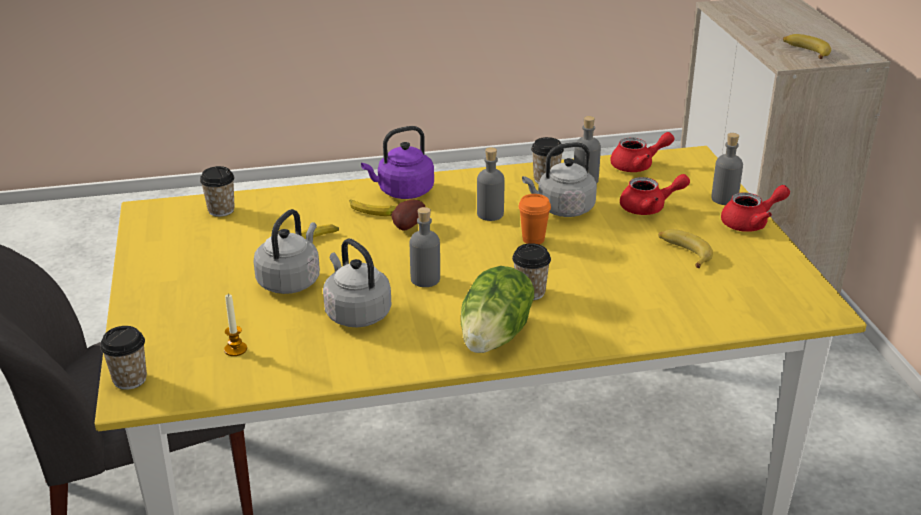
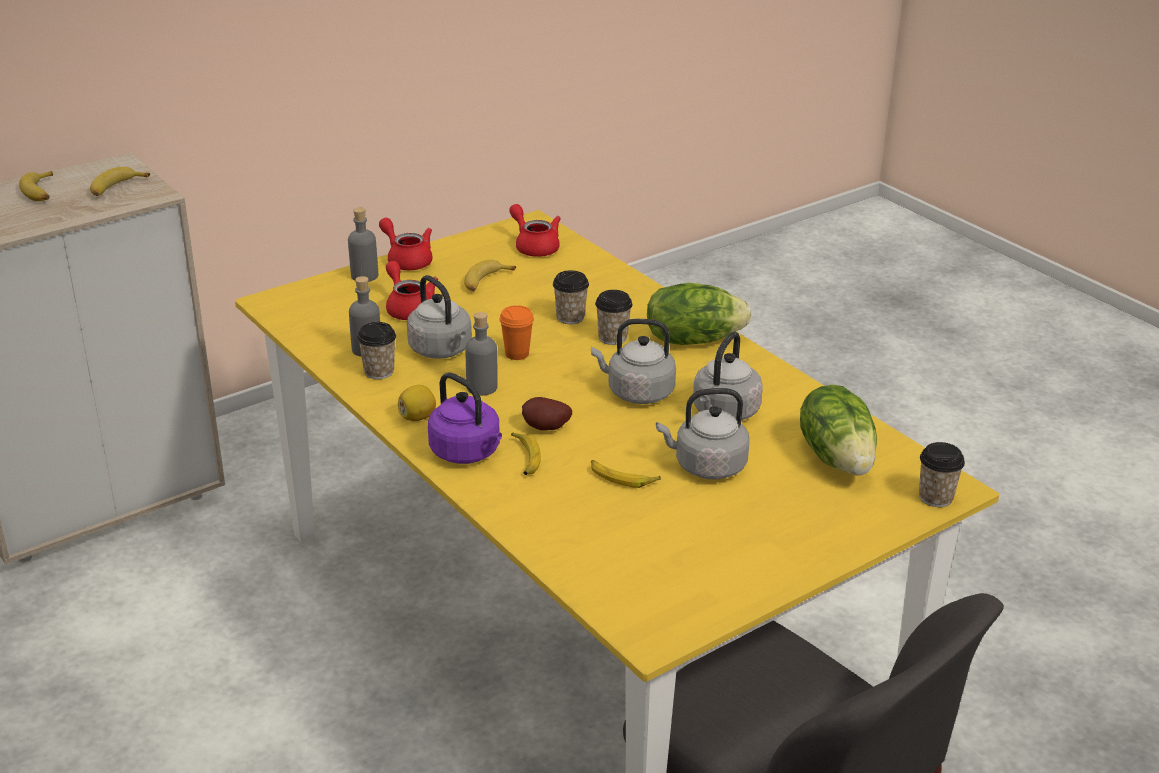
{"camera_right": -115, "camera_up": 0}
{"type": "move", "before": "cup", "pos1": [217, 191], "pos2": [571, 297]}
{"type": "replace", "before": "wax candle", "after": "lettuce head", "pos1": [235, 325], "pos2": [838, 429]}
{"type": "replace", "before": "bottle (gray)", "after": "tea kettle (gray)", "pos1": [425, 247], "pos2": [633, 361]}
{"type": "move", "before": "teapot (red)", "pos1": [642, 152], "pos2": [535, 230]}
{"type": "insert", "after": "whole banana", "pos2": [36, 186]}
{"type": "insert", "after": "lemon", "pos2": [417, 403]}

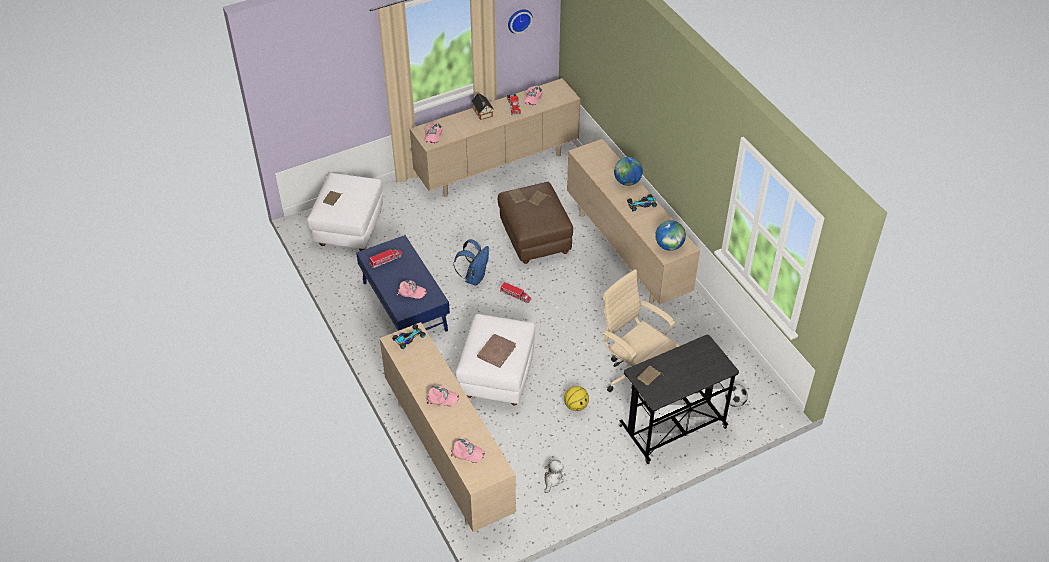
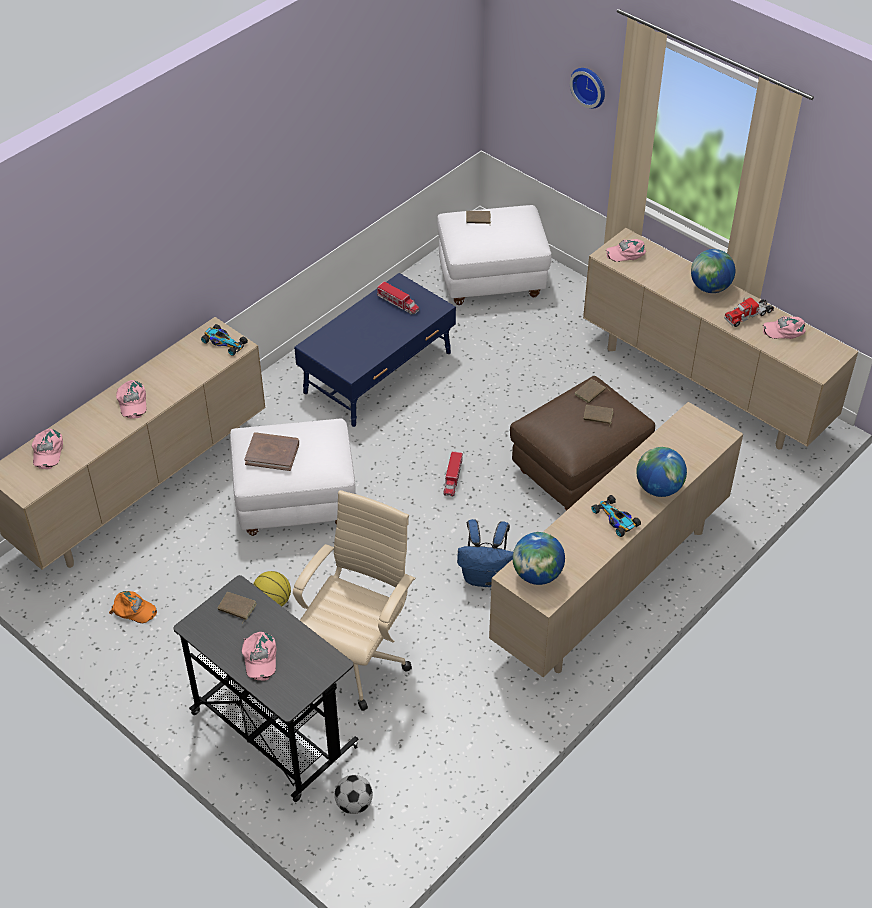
{"camera_right": 70, "camera_up": 0}
{"type": "move", "before": "peaked cap (pink-coloured)", "pos1": [412, 290], "pos2": [259, 656]}
{"type": "move", "before": "knapsack (bluish)", "pos1": [471, 262], "pos2": [485, 553]}
{"type": "replace", "before": "miniature house", "after": "desk globe", "pos1": [482, 106], "pos2": [713, 271]}
{"type": "move", "before": "hanging clock", "pos1": [520, 21], "pos2": [587, 88]}
{"type": "replace", "before": "plush toy", "after": "peaked cap (orangey)", "pos1": [554, 476], "pos2": [133, 607]}

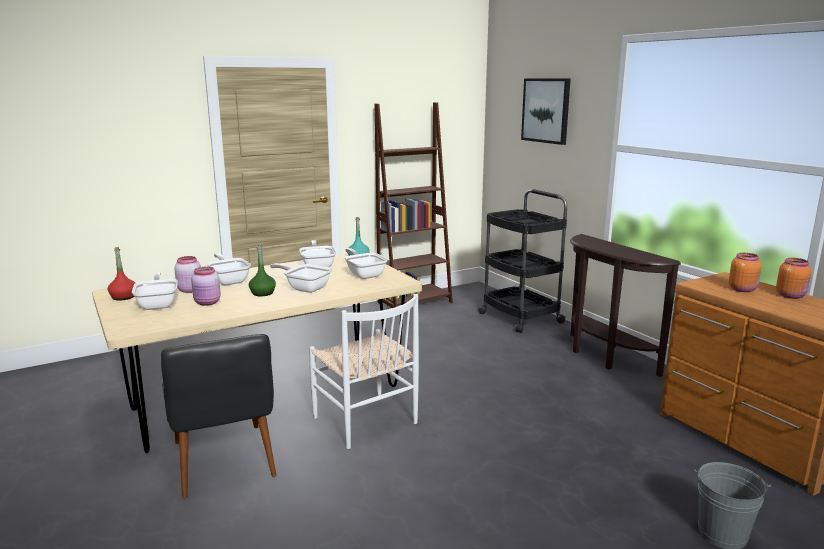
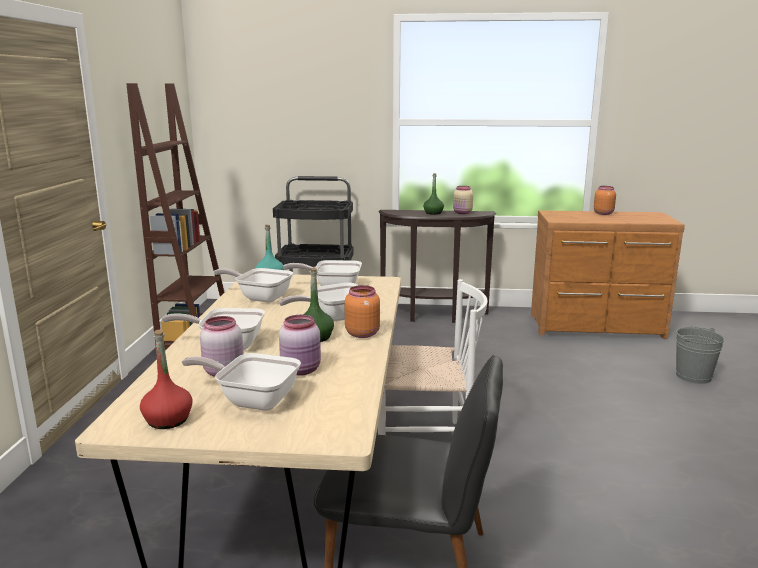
{"camera_right": -55, "camera_up": 0}
{"type": "delete", "before": "wall art", "pos1": [546, 111]}
{"type": "move", "before": "storage jar (orangey)", "pos1": [745, 272], "pos2": [362, 311]}
{"type": "insert", "after": "bottle (greenish)", "pos2": [433, 194]}
{"type": "insert", "after": "storage jar (beige)", "pos2": [463, 200]}

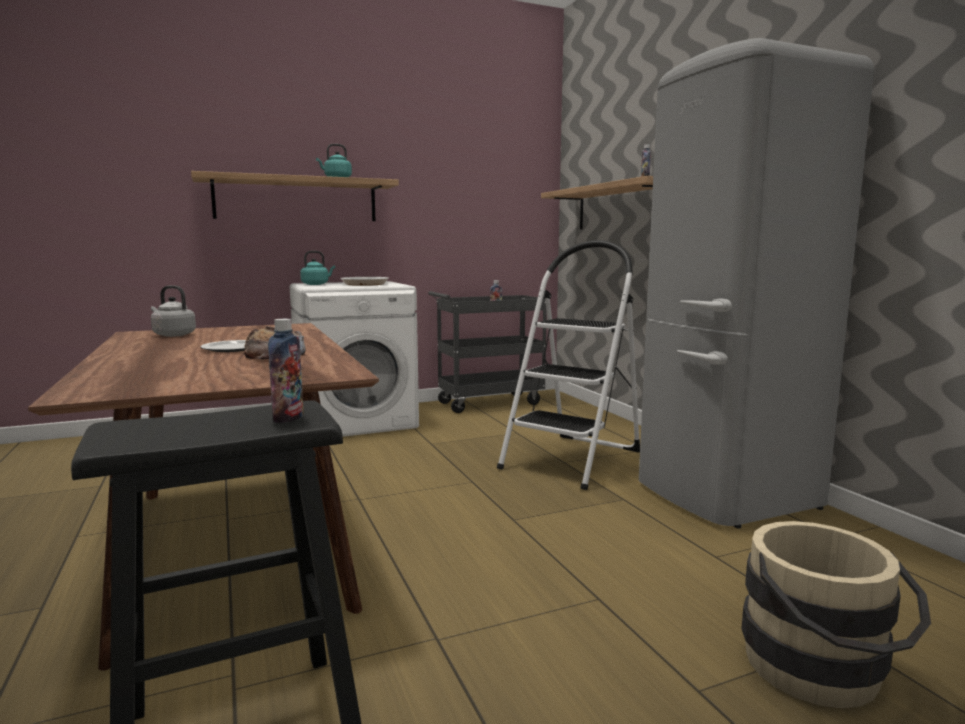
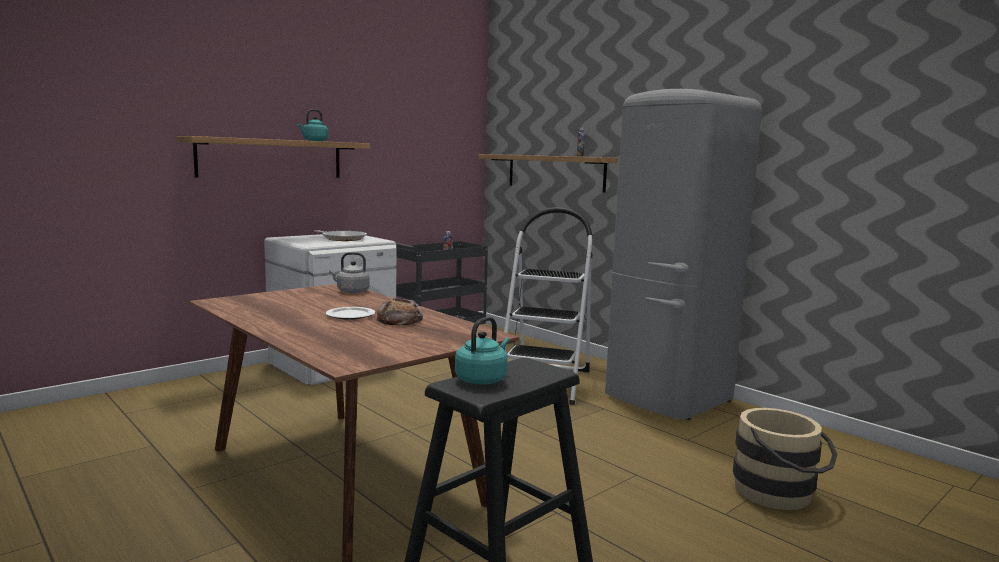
{"camera_right": -20, "camera_up": 0}
{"type": "move", "before": "tea kettle (gray)", "pos1": [173, 311], "pos2": [349, 272]}
{"type": "delete", "before": "bottle", "pos1": [286, 371]}
{"type": "move", "before": "tea kettle (blue-green)", "pos1": [317, 268], "pos2": [482, 351]}

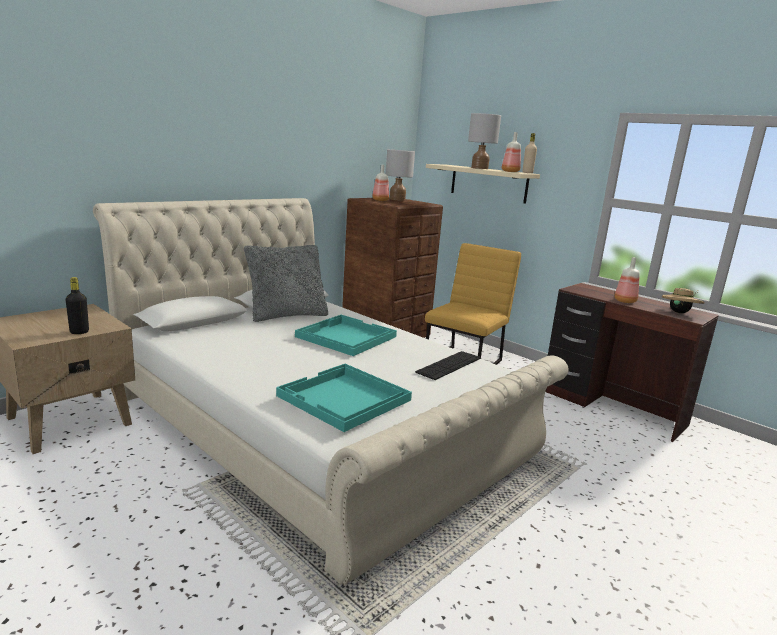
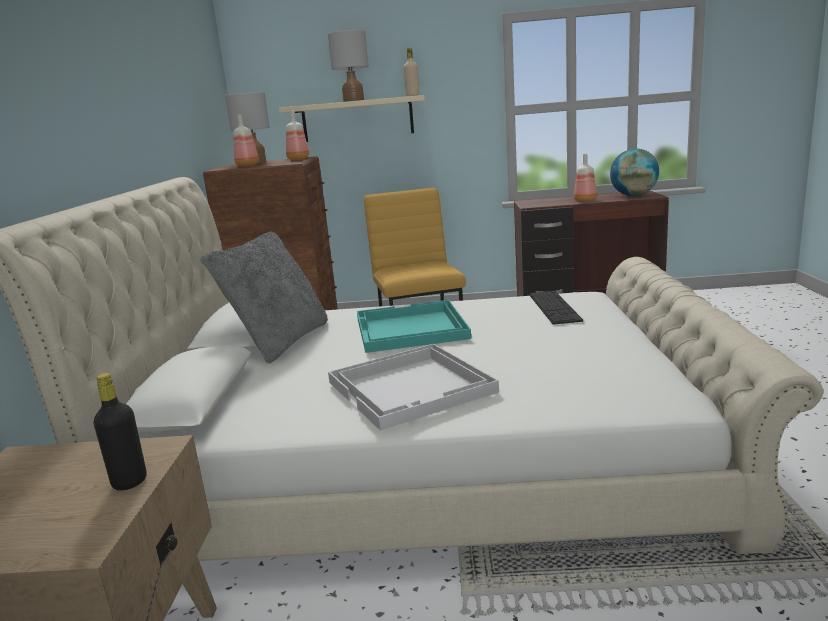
{"camera_right": -40, "camera_up": 0}
{"type": "delete", "before": "serving tray (blue-green)", "pos1": [344, 398]}
{"type": "move", "before": "bottle", "pos1": [511, 152], "pos2": [297, 135]}
{"type": "replace", "before": "wearable hat (beige)", "after": "desk globe", "pos1": [683, 300], "pos2": [634, 172]}
{"type": "insert", "after": "serving tray (white-coloured)", "pos2": [413, 387]}

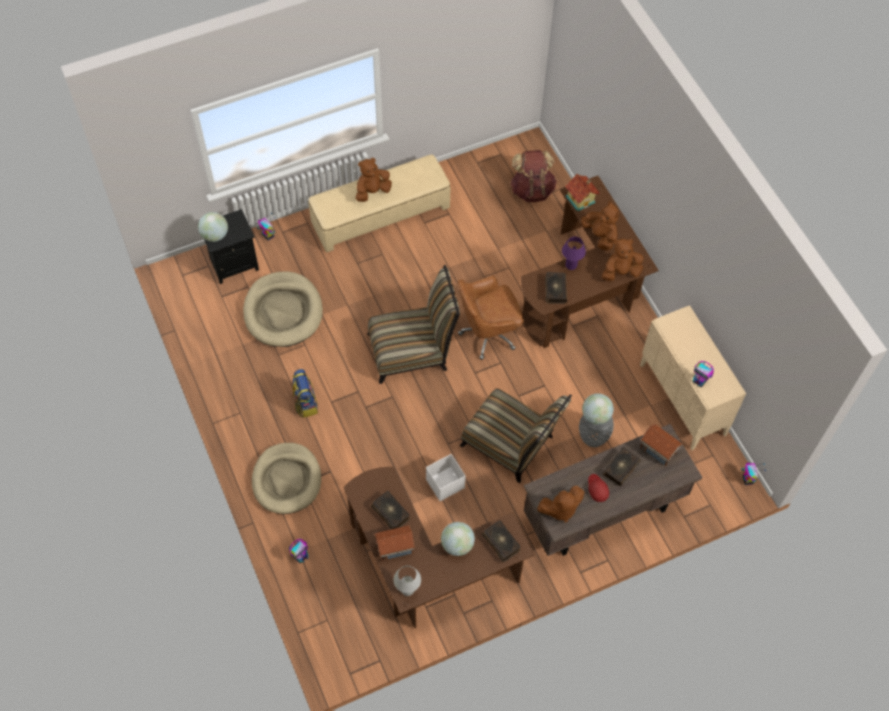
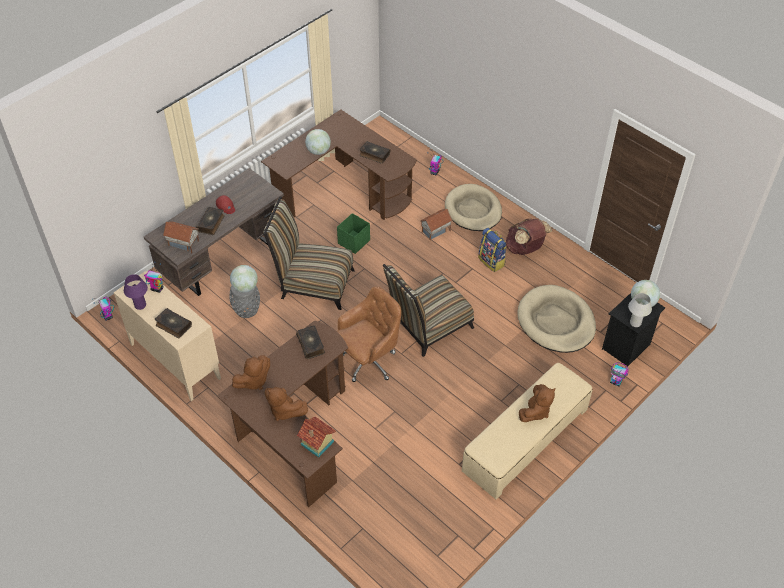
{"camera_right": 160, "camera_up": -10}
{"type": "move", "before": "miniature house", "pos1": [394, 543], "pos2": [436, 224]}
{"type": "move", "before": "table lamp (white-coloured)", "pos1": [407, 581], "pos2": [640, 310]}
{"type": "recolor", "before": "storage bin (white-coloured)", "after": "storage bin (greenish)", "pos1": [446, 477], "pos2": [353, 233]}
{"type": "move", "before": "book", "pos1": [501, 541], "pos2": [173, 323]}
{"type": "move", "before": "knapsack (brownish)", "pos1": [533, 176], "pos2": [529, 237]}
{"type": "delete", "before": "plush toy (brownish)", "pos1": [561, 504]}
{"type": "move", "before": "table lamp (purplish)", "pos1": [574, 253], "pos2": [136, 292]}

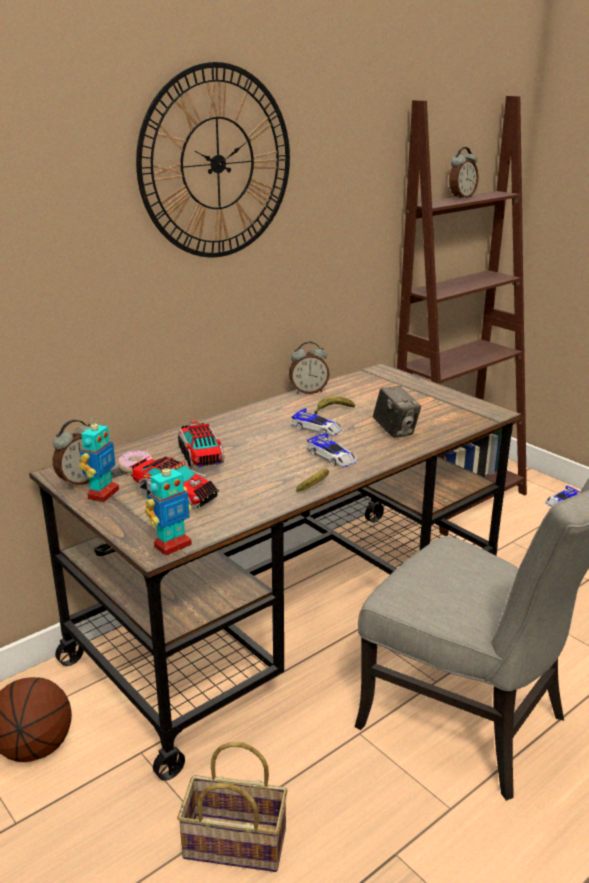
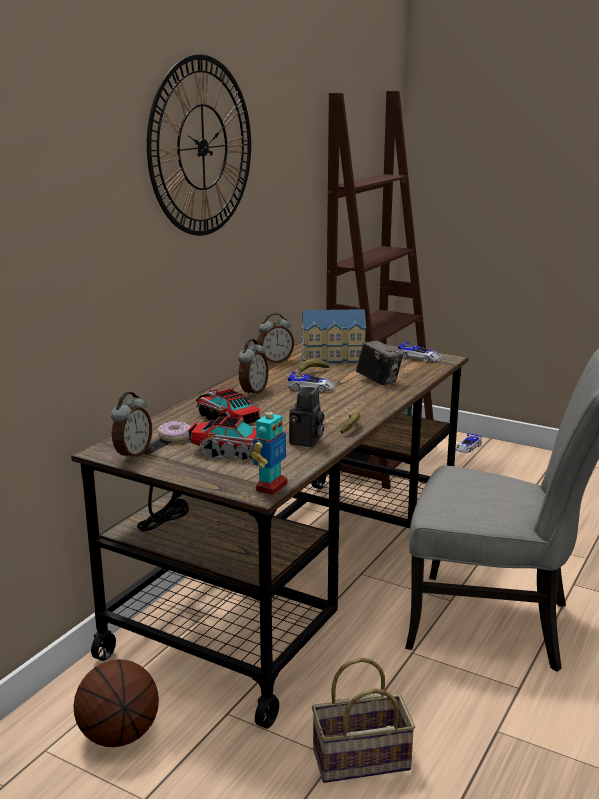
{"camera_right": -20, "camera_up": -5}
{"type": "delete", "before": "robot figure", "pos1": [99, 459]}
{"type": "move", "before": "model car", "pos1": [331, 450], "pos2": [419, 352]}
{"type": "move", "before": "bedside clock", "pos1": [464, 173], "pos2": [253, 367]}
{"type": "insert", "after": "still camera", "pos2": [306, 417]}
{"type": "insert", "after": "miniature house", "pos2": [334, 336]}

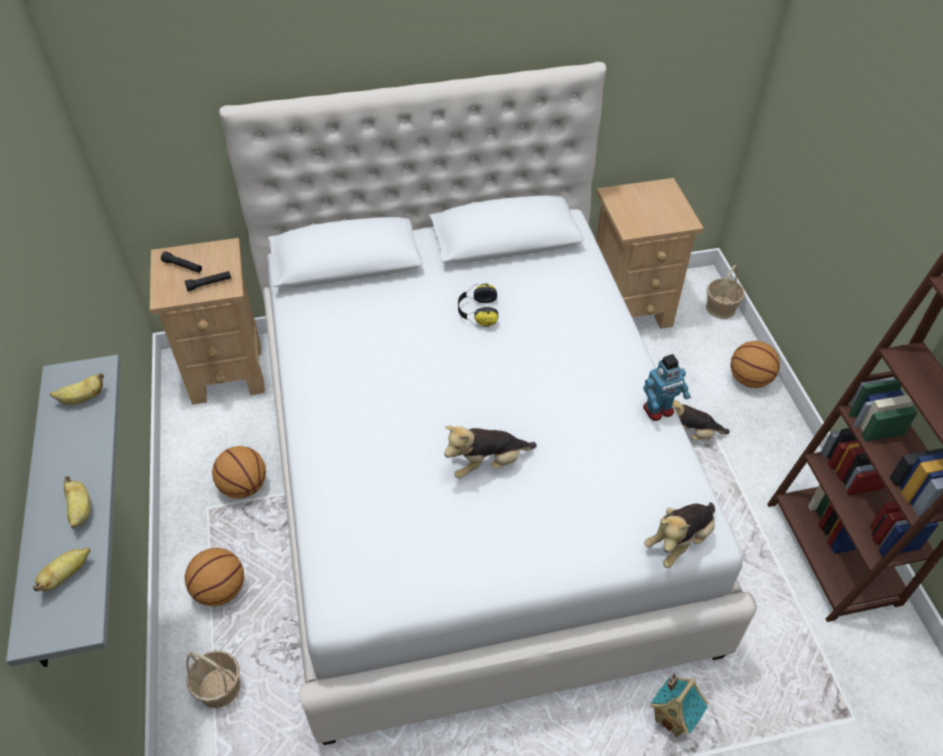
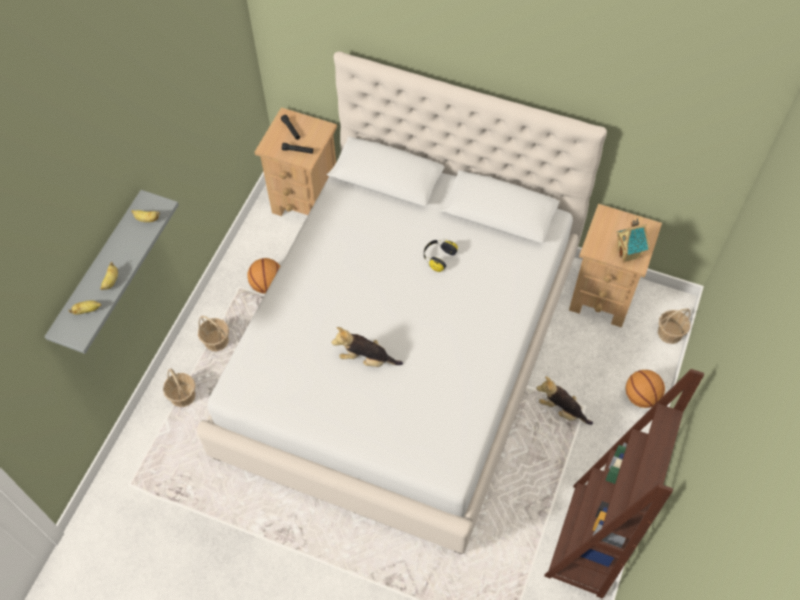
{"camera_right": 35, "camera_up": 10}
{"type": "replace", "before": "basketball ball", "after": "basket", "pos1": [214, 577], "pos2": [213, 333]}
{"type": "delete", "before": "robot figure", "pos1": [667, 387]}
{"type": "delete", "before": "plush toy", "pos1": [679, 535]}
{"type": "move", "before": "miniature house", "pos1": [679, 705], "pos2": [633, 240]}

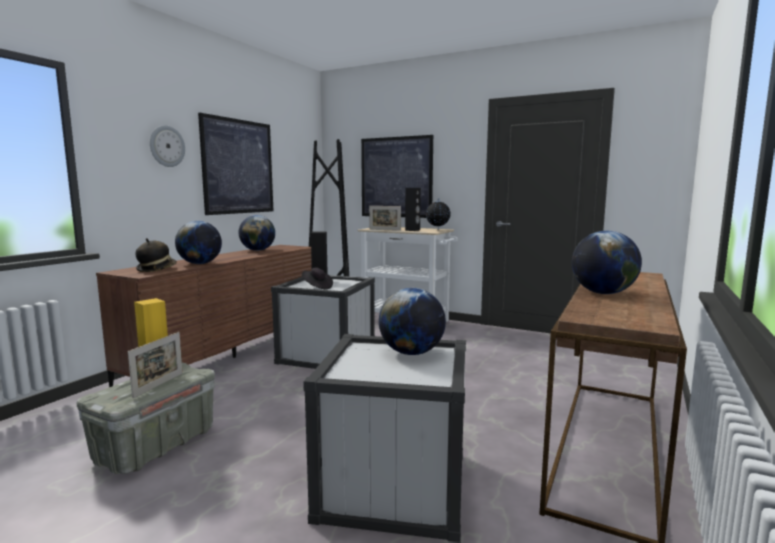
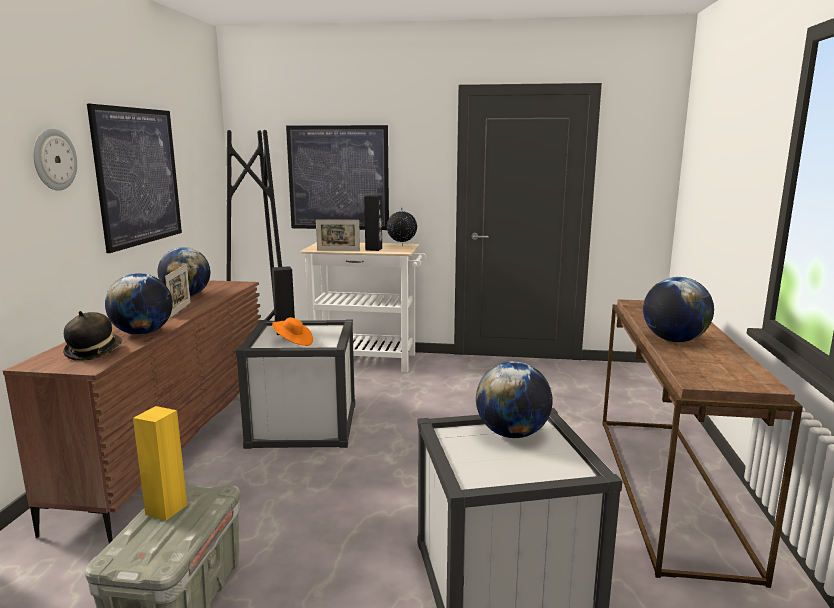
{"camera_right": -20, "camera_up": 5}
{"type": "move", "before": "photo frame", "pos1": [155, 365], "pos2": [178, 291]}
{"type": "recolor", "before": "wearable hat (black)", "after": "wearable hat (orangey)", "pos1": [317, 278], "pos2": [292, 331]}

